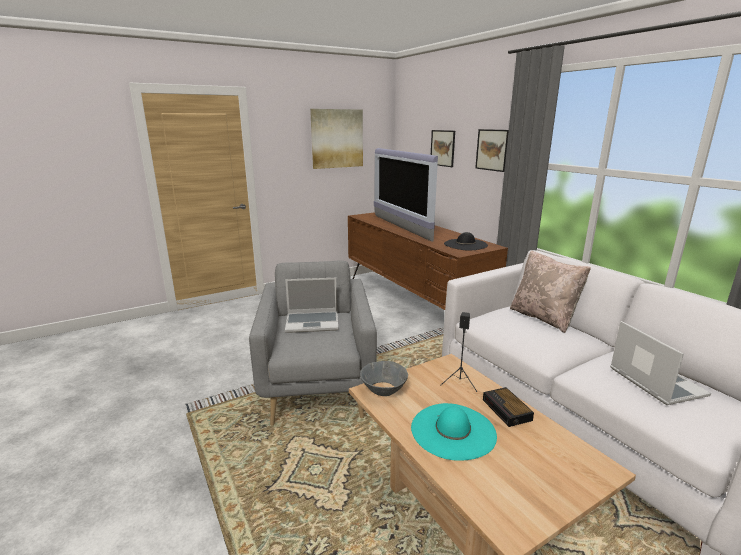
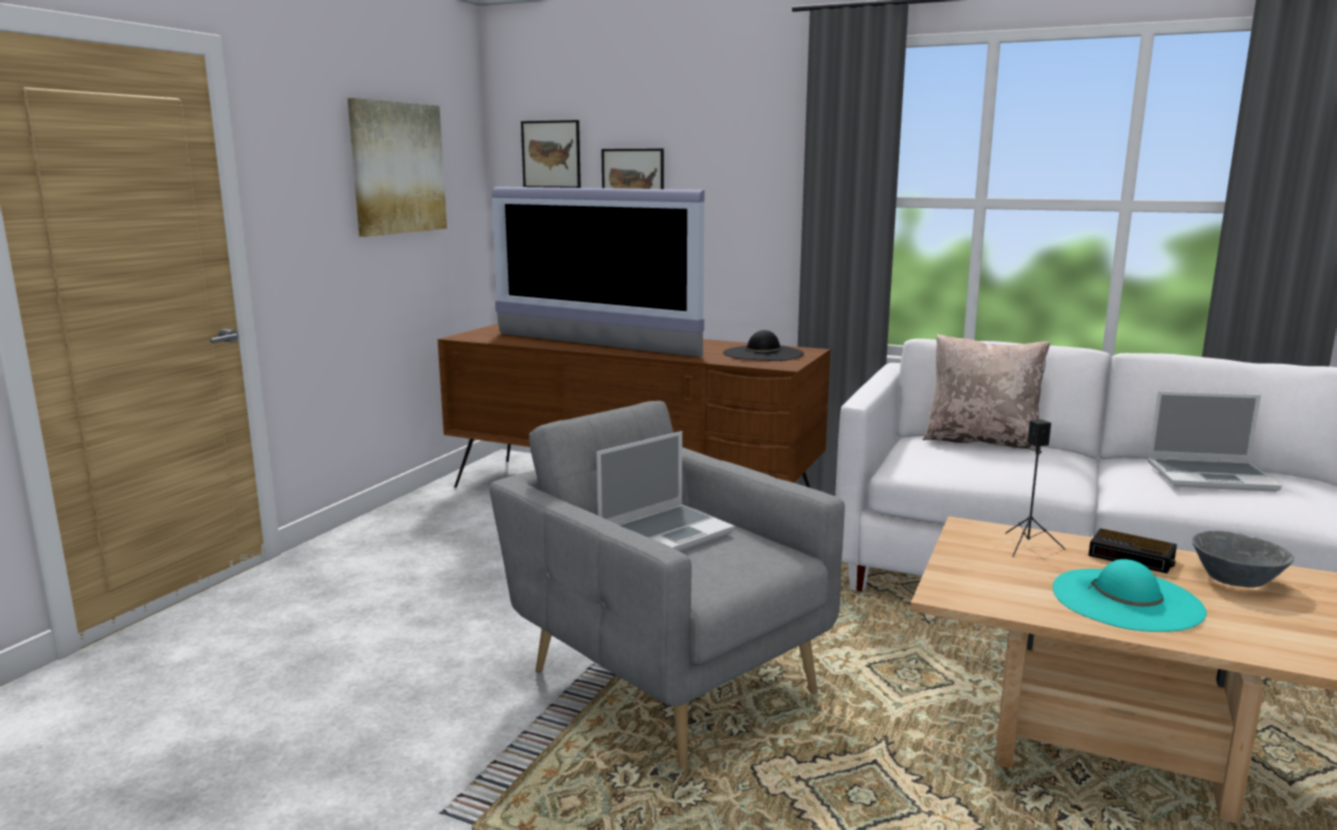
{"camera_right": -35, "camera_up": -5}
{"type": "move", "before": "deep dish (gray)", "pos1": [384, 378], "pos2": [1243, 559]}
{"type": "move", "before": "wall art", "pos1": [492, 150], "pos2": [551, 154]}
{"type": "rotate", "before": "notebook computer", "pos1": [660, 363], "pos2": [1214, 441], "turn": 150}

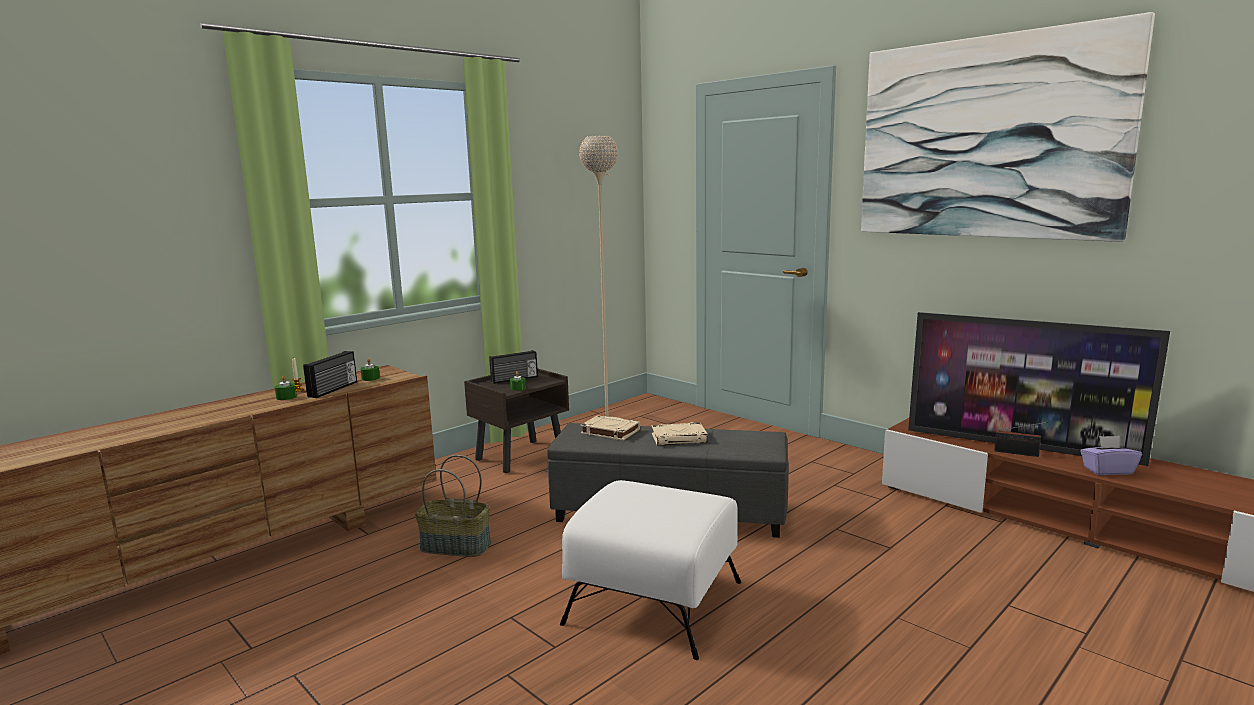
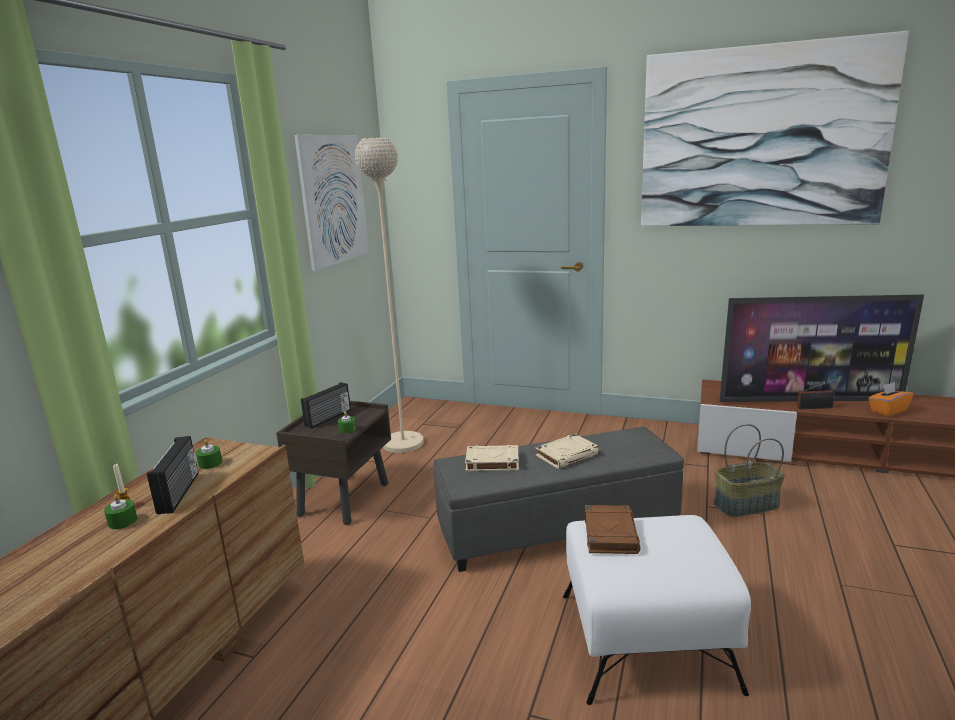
{"camera_right": -25, "camera_up": 5}
{"type": "move", "before": "basket", "pos1": [453, 506], "pos2": [749, 470]}
{"type": "recolor", "before": "tissue holder (purplish)", "after": "tissue holder (orangey)", "pos1": [1111, 455], "pos2": [890, 399]}
{"type": "insert", "after": "wall art", "pos2": [331, 203]}
{"type": "insert", "after": "book (brownish)", "pos2": [612, 529]}

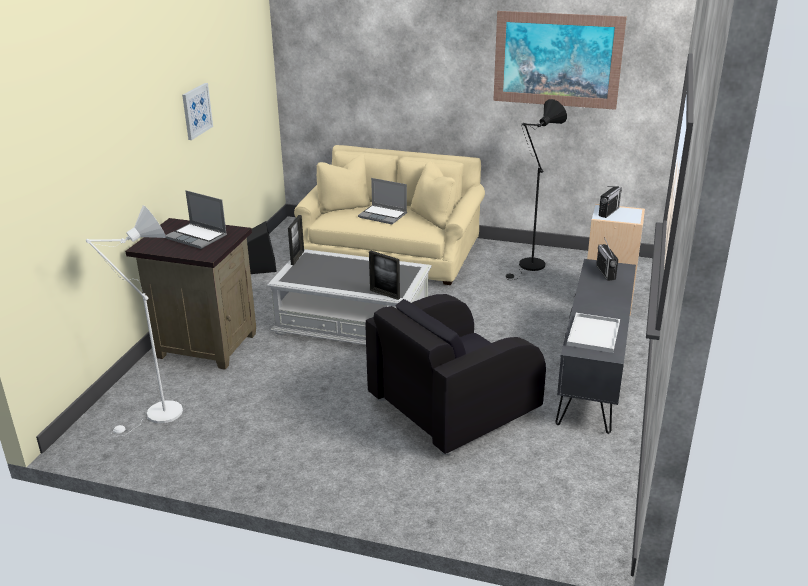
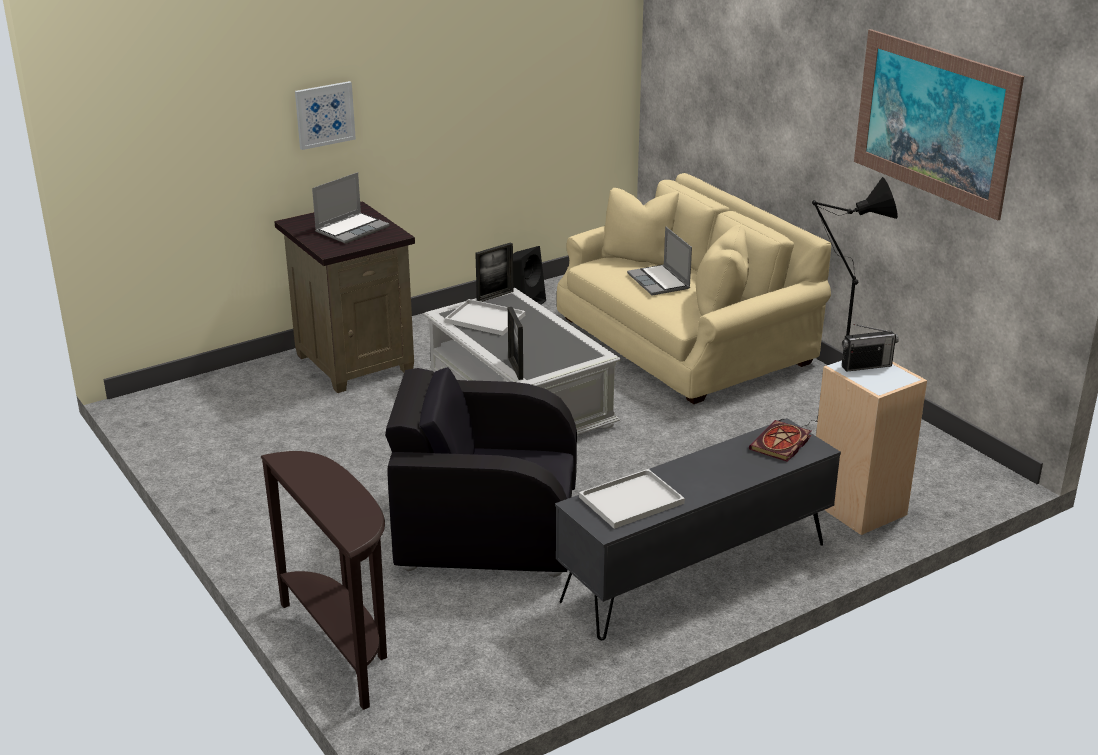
{"camera_right": 40, "camera_up": 0}
{"type": "delete", "before": "floor lamp (white-coloured)", "pos1": [134, 321]}
{"type": "rotate", "before": "notebook computer", "pos1": [196, 219], "pos2": [350, 208], "turn": -120}
{"type": "move", "before": "wall art", "pos1": [197, 111], "pos2": [325, 115]}
{"type": "replace", "before": "radio receiver", "after": "book", "pos1": [607, 259], "pos2": [780, 441]}
{"type": "insert", "after": "narrow table (brownish)", "pos2": [324, 580]}
{"type": "insert", "after": "serving tray (white-coloured)", "pos2": [485, 317]}

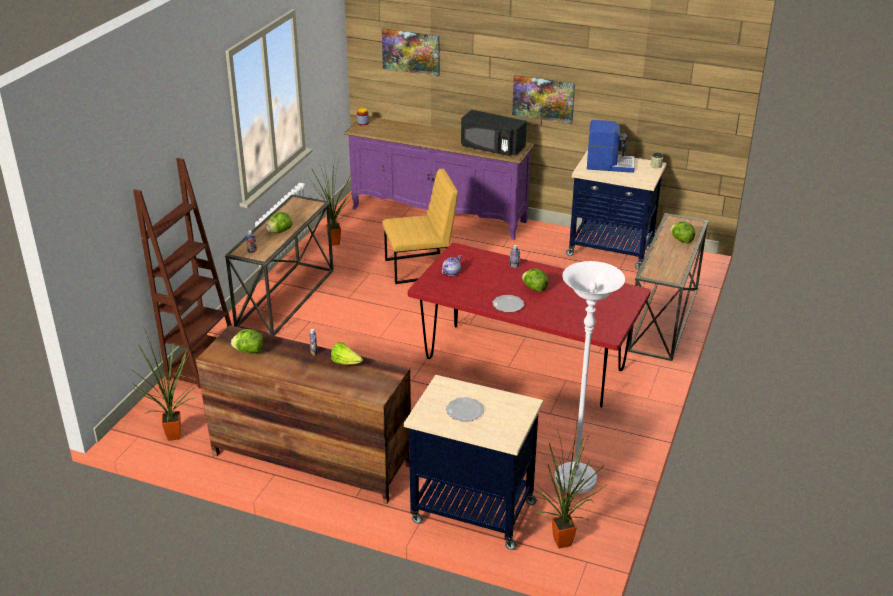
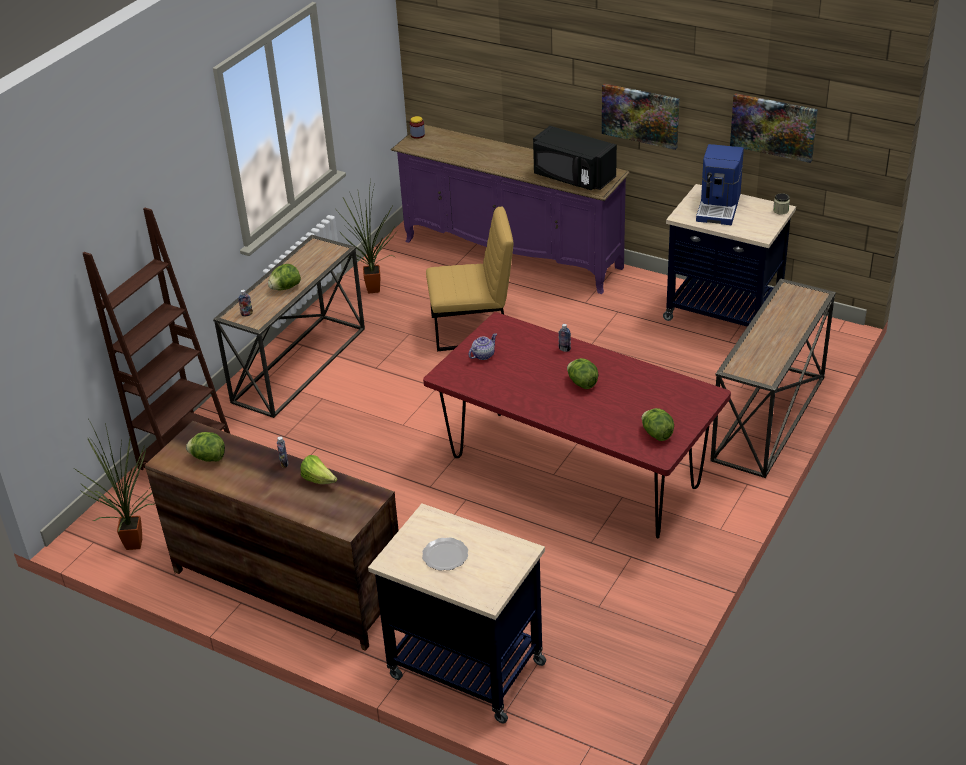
{"camera_right": 10, "camera_up": 5}
{"type": "move", "before": "wall art", "pos1": [411, 52], "pos2": [774, 128]}
{"type": "delete", "before": "dinner plate", "pos1": [508, 303]}
{"type": "delete", "before": "plant in a pot", "pos1": [569, 483]}
{"type": "delete", "before": "floor lamp (white-coloured)", "pos1": [589, 377]}
{"type": "rotate", "before": "coffee brewer", "pos1": [611, 146], "pos2": [720, 184], "turn": 90}
{"type": "move", "before": "lettuce head", "pos1": [682, 232], "pos2": [658, 424]}

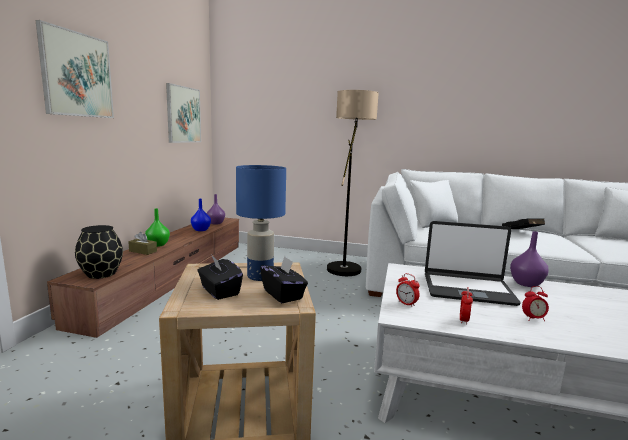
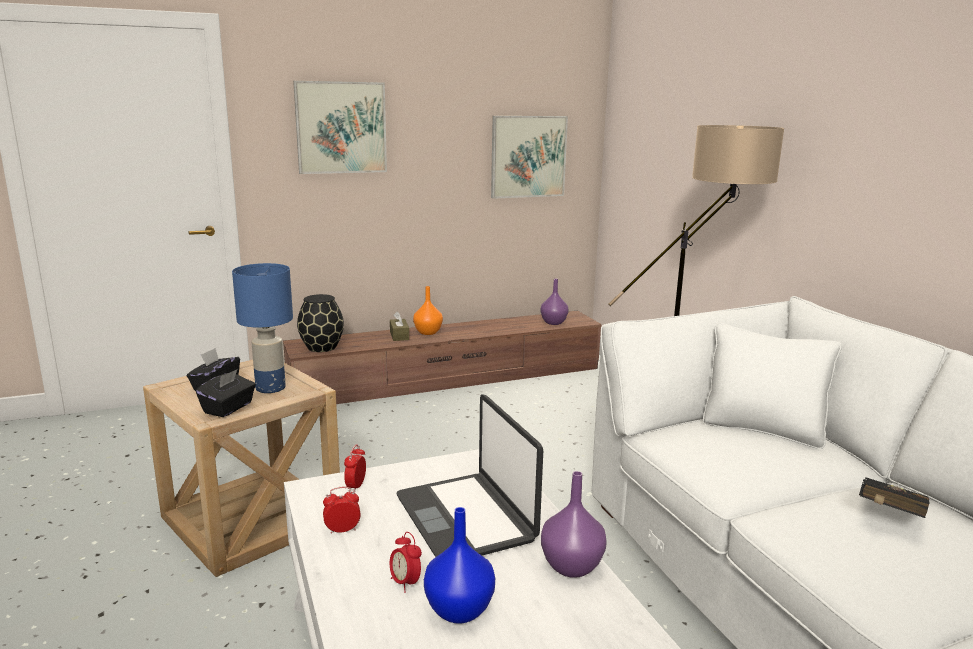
{"camera_right": 55, "camera_up": 5}
{"type": "recolor", "before": "decorative vase (greenish)", "after": "decorative vase (orangey)", "pos1": [157, 227], "pos2": [428, 310]}
{"type": "move", "before": "decorative vase (bluish)", "pos1": [201, 215], "pos2": [459, 565]}

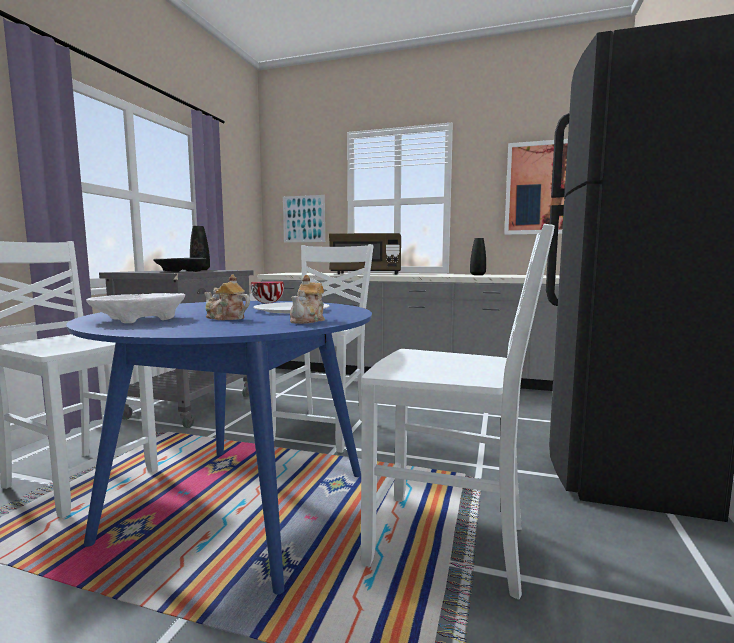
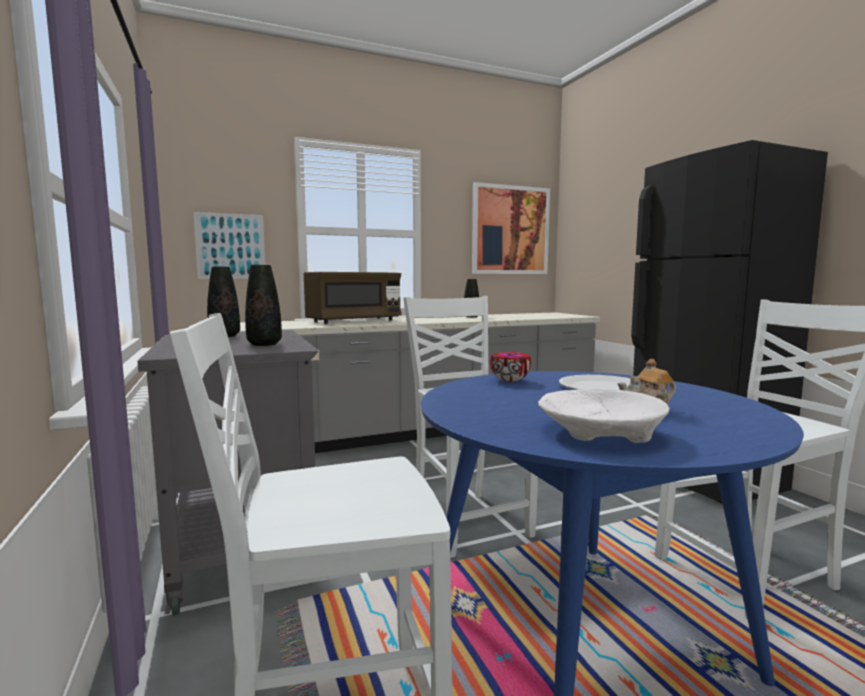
{"camera_right": -40, "camera_up": 0}
{"type": "replace", "before": "deep dish (black)", "after": "decorative vase (black)", "pos1": [180, 265], "pos2": [263, 305]}
{"type": "delete", "before": "teapot", "pos1": [307, 299]}

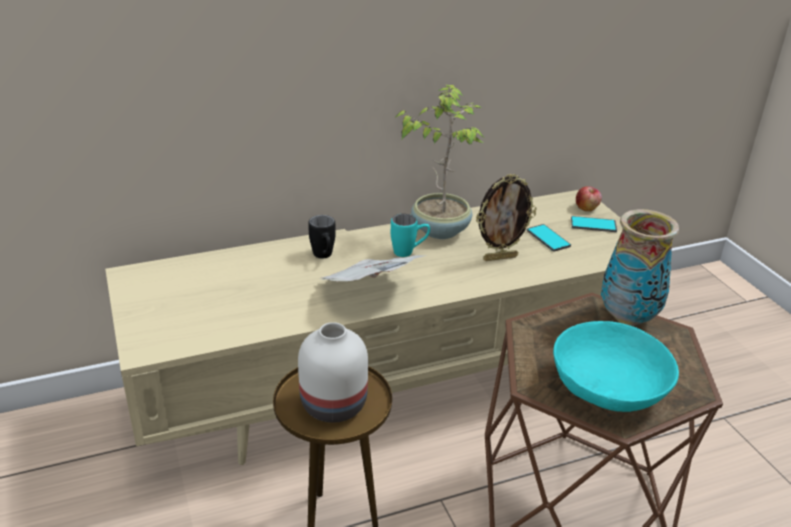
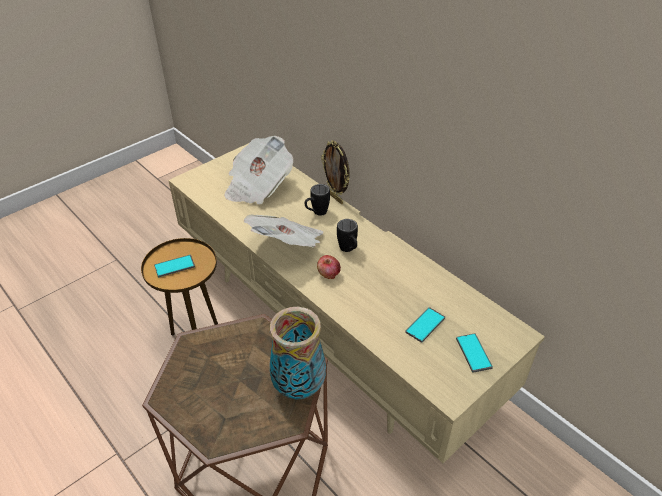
{"camera_right": 70, "camera_up": 10}
{"type": "replace", "before": "decorative vase (white-coloured)", "after": "handset", "pos1": [333, 372], "pos2": [174, 266]}
{"type": "recolor", "before": "tea mug (blue-green)", "after": "tea mug (black)", "pos1": [410, 235], "pos2": [347, 235]}
{"type": "delete", "before": "plant in a pot", "pos1": [439, 162]}
{"type": "move", "before": "photo frame", "pos1": [506, 217], "pos2": [335, 172]}
{"type": "delete", "before": "deep dish (blue-green)", "pos1": [616, 366]}
{"type": "move", "before": "whole apple", "pos1": [589, 198], "pos2": [329, 267]}
{"type": "insert", "after": "daily paper", "pos2": [258, 170]}

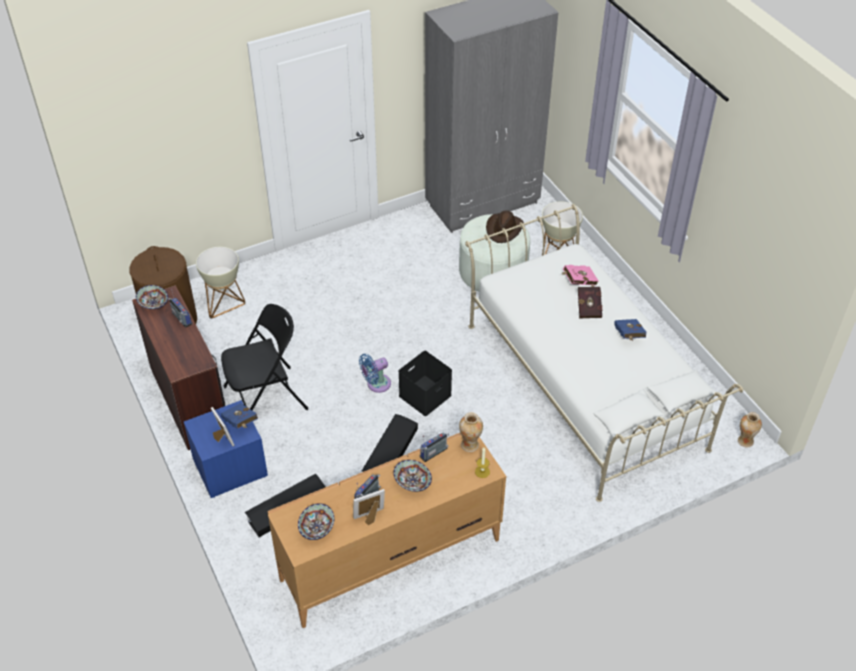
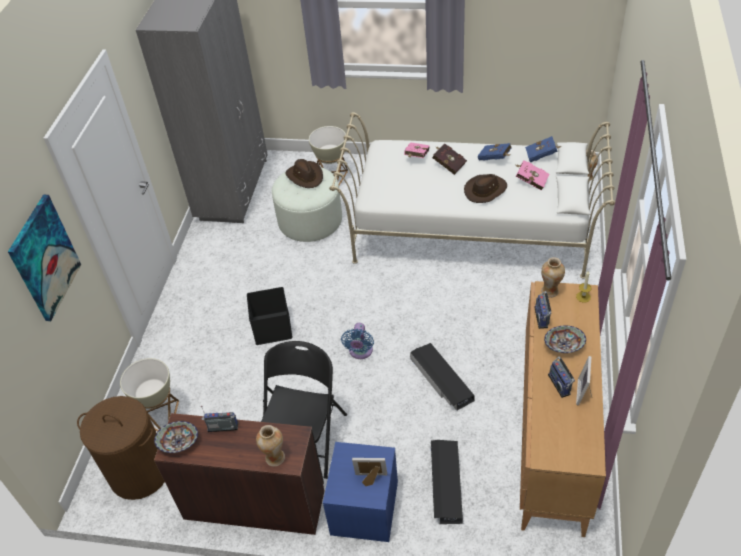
{"camera_right": -50, "camera_up": 0}
{"type": "move", "before": "book (bluish)", "pos1": [239, 416], "pos2": [543, 149]}
{"type": "delete", "before": "deep dish", "pos1": [316, 521]}
{"type": "move", "before": "storage bin (black)", "pos1": [425, 383], "pos2": [270, 316]}
{"type": "insert", "after": "wall art", "pos2": [44, 257]}
{"type": "insert", "after": "decorative vase", "pos2": [270, 446]}
{"type": "insert", "after": "wearable hat (brownish)", "pos2": [485, 188]}
{"type": "insert", "after": "book (pink-coloured)", "pos2": [532, 175]}

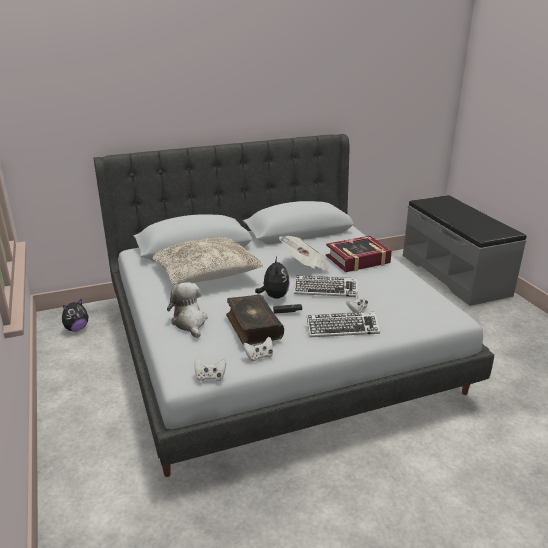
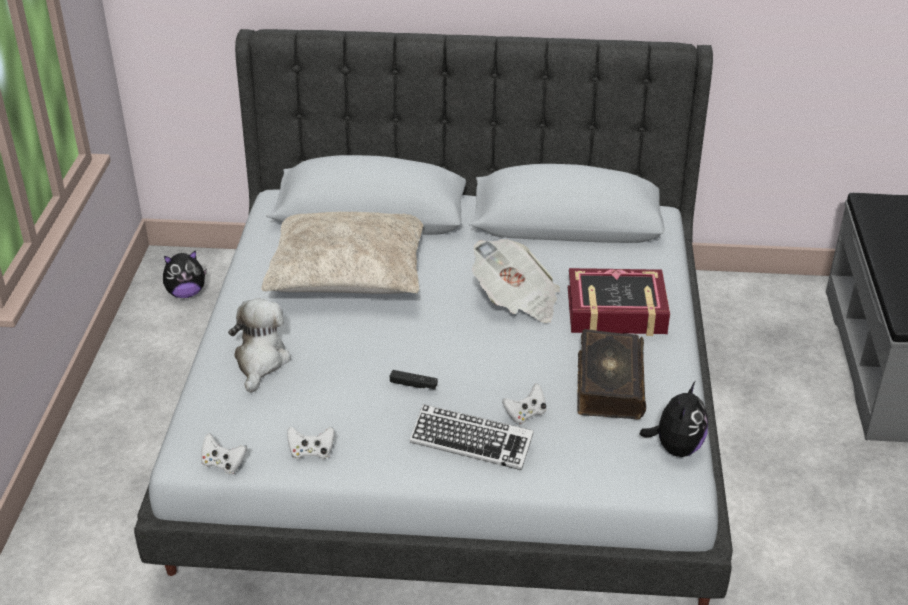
{"camera_right": 25, "camera_up": 10}
{"type": "move", "before": "book", "pos1": [255, 319], "pos2": [611, 374]}
{"type": "move", "before": "plush toy", "pos1": [272, 278], "pos2": [674, 419]}
{"type": "delete", "before": "PC keyboard", "pos1": [326, 286]}

